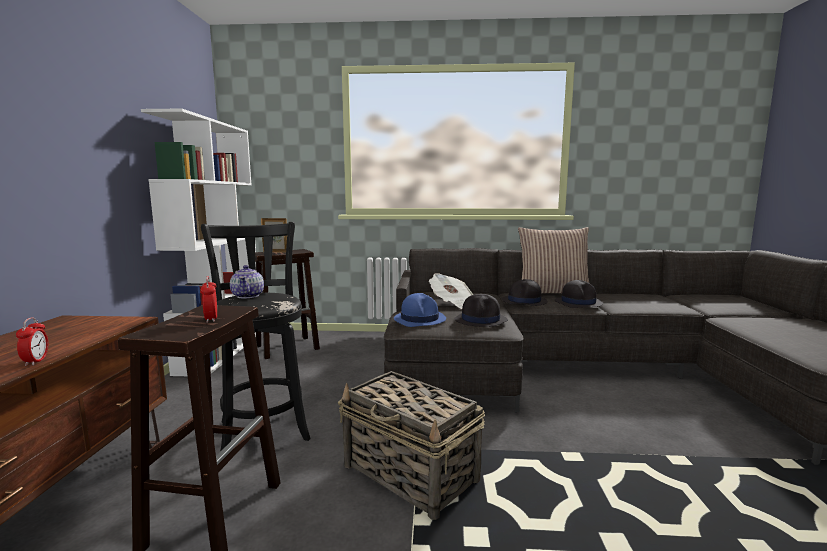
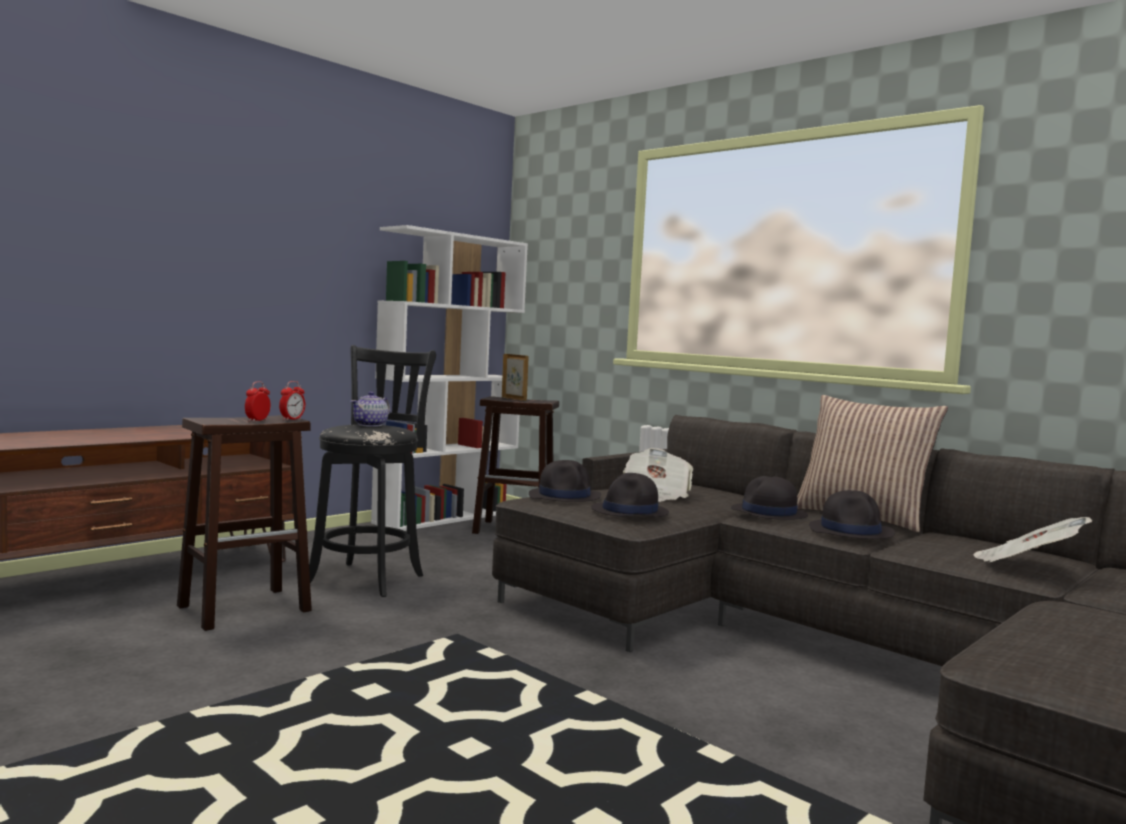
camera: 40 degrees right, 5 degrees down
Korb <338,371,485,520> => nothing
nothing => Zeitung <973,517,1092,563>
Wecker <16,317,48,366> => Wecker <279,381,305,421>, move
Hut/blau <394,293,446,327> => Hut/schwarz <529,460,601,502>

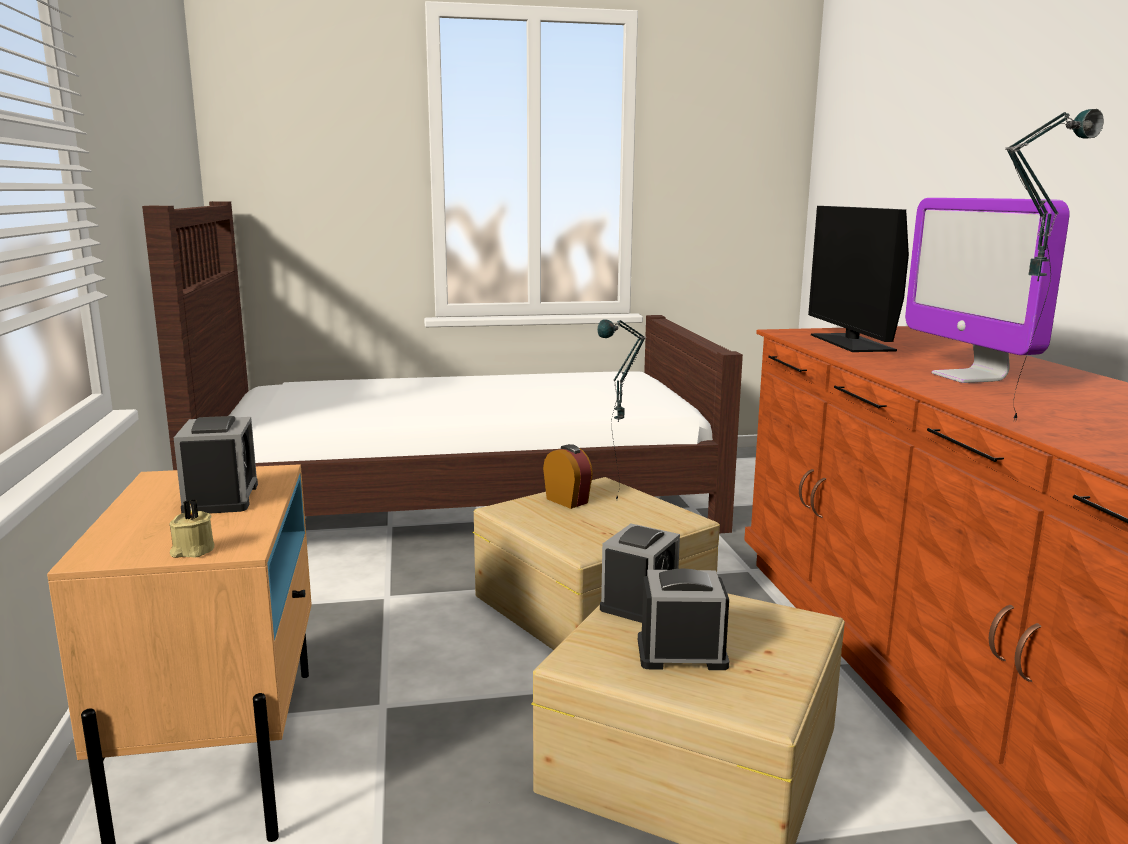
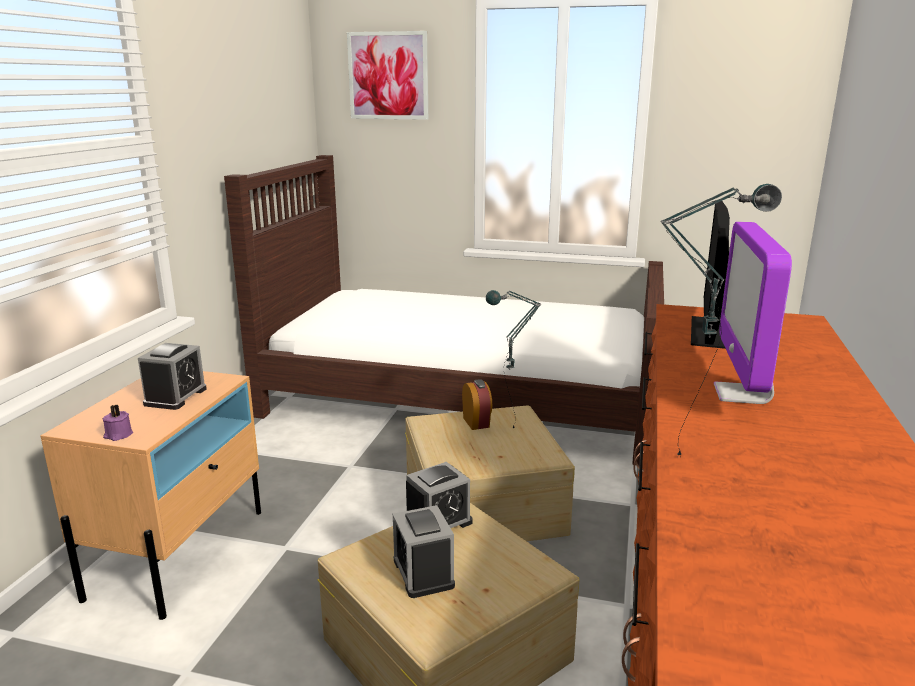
camera: 25 degrees right, 5 degrees up
nothing => Bild <347,31,428,120>
Kerze/beige <169,499,215,558> => Kerze/lila <103,405,133,441>
Wecker <638,568,729,670> => Wecker <393,505,455,598>, 135 degrees counterclockwise

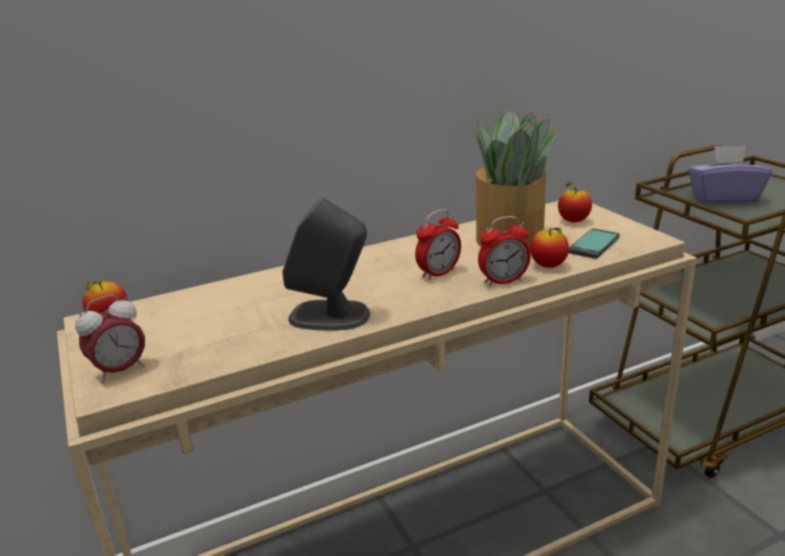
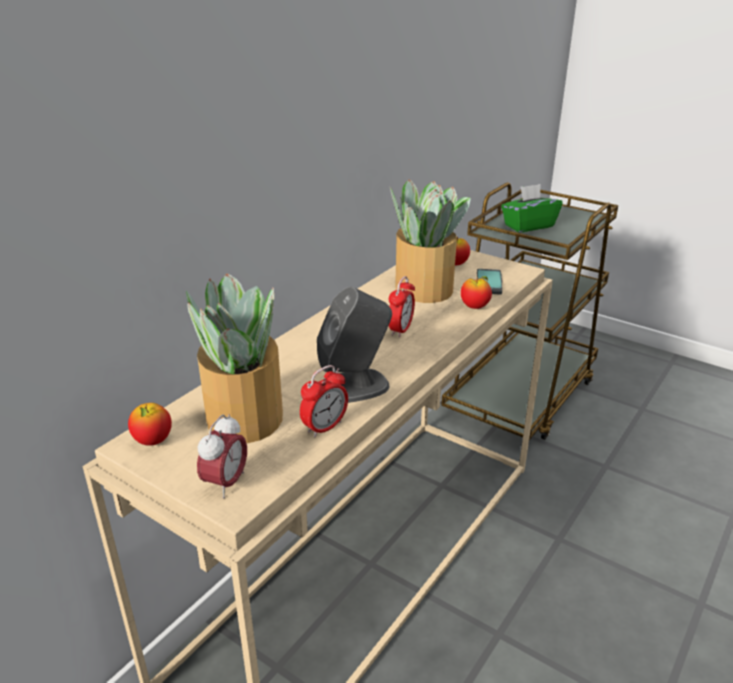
camera: 30 degrees left, 5 degrees up
nothing => Topfpflanze <186,274,283,443>
Wecker <478,216,531,287> => Wecker <300,365,348,437>, move
Taschentuchbox/lila <688,146,772,204> => Taschentuchbox/grün <501,184,563,233>

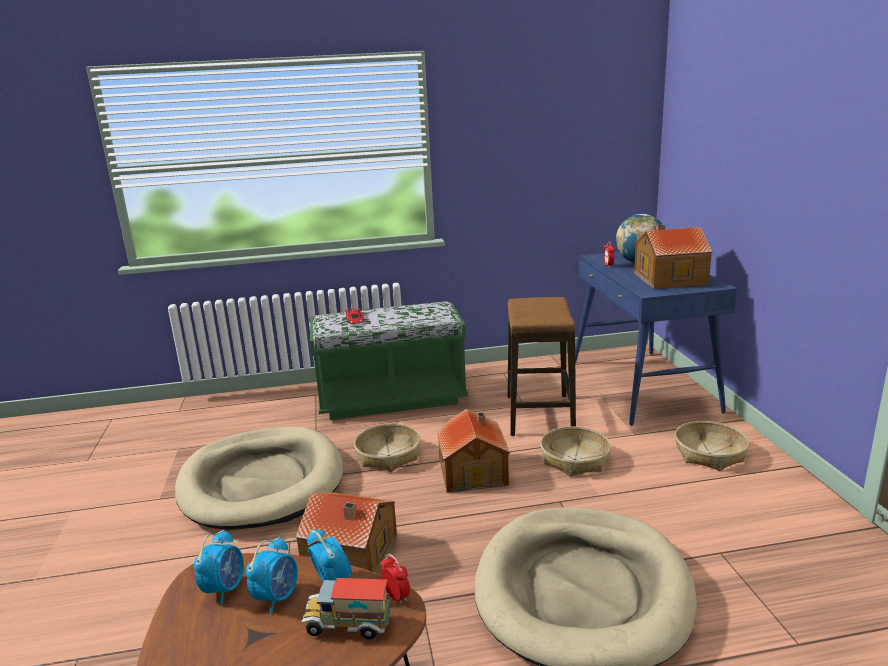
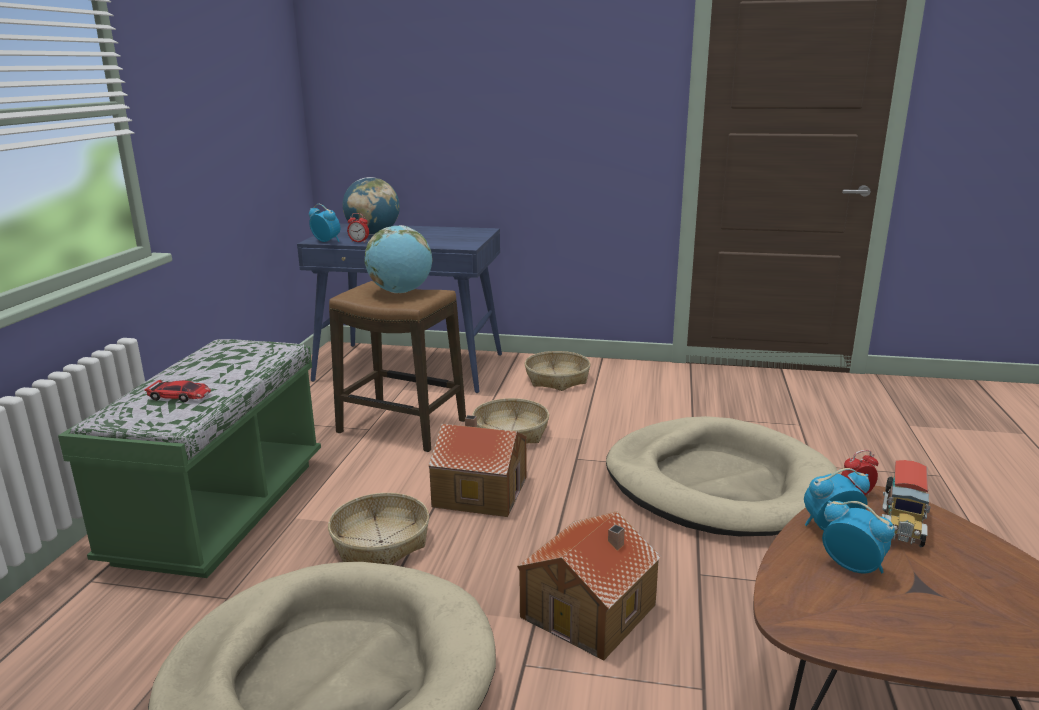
camera: 70 degrees left, 0 degrees up
Spielzeughaus <634,225,712,289> => nothing
nothing => Globus <364,225,432,293>
Wecker <194,529,244,604> => Wecker <309,204,340,242>, move

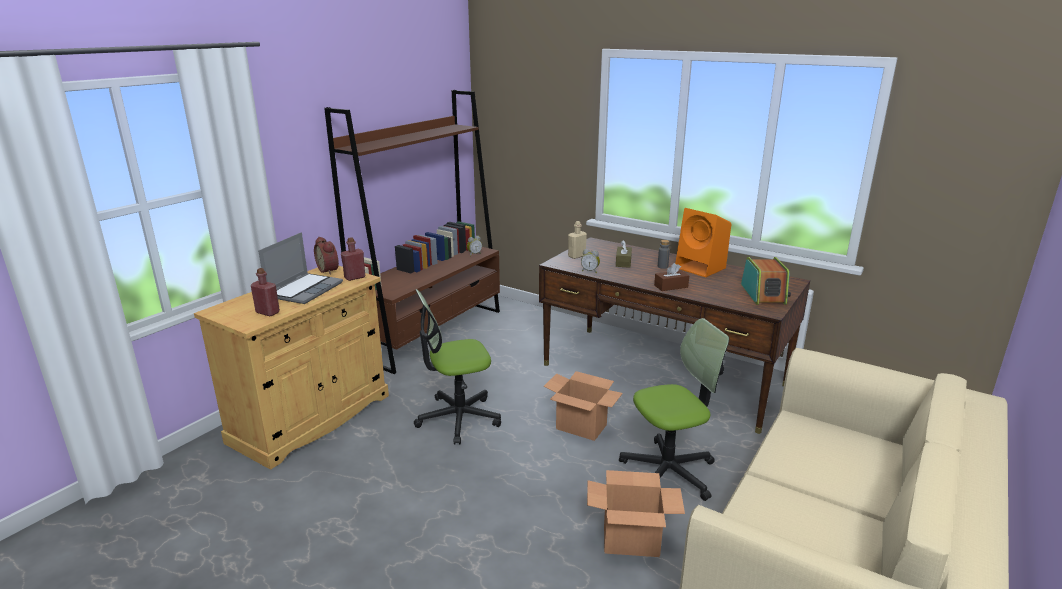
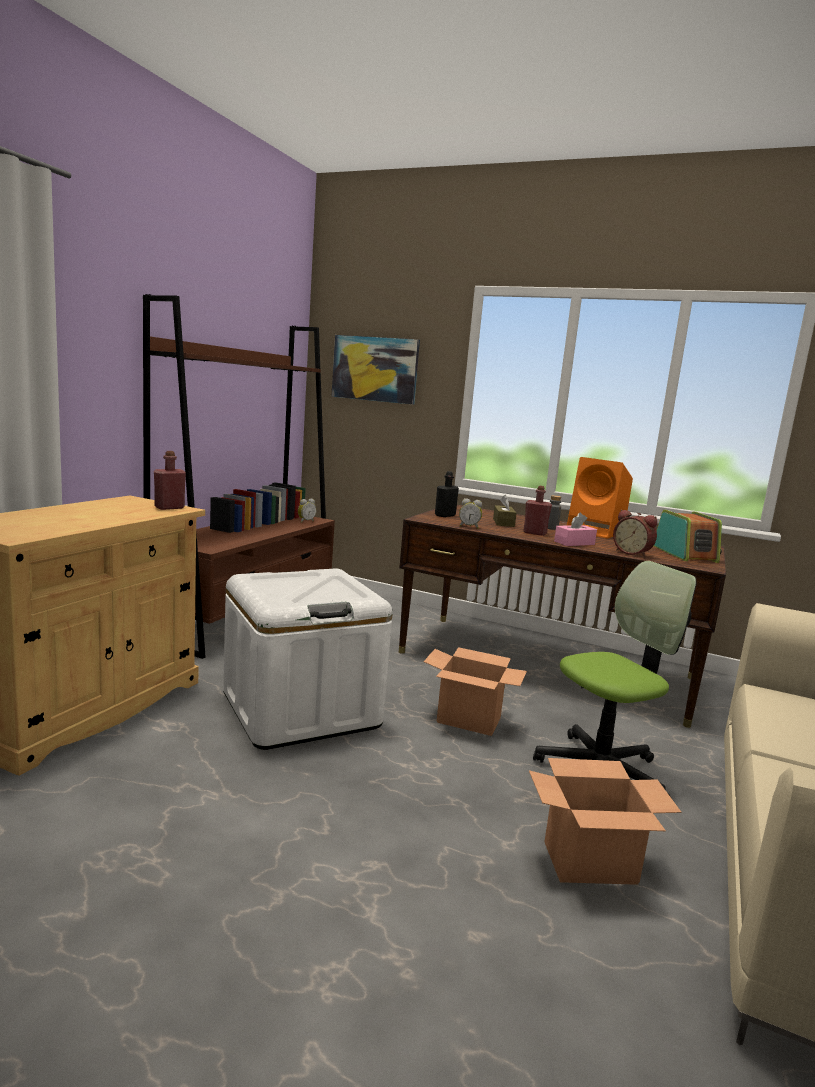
camera: 10 degrees left, 10 degrees down
Laptop <258,232,343,304> => nothing
nothing => Bild <331,335,420,405>
Flasche/rot <251,268,280,316> => Flasche/rot <523,486,552,536>, move
Wecker <314,237,339,275> => Wecker <613,509,657,557>, move
Bürostuhl <414,289,501,445> => Aufbewahrungsbox/weiß <223,568,393,750>
Flasche/beige <568,221,587,259> => Flasche/schwarz <435,471,459,517>
Taschentuchbox/braun <654,263,689,291> => Taschentuchbox/rosa <554,513,597,546>

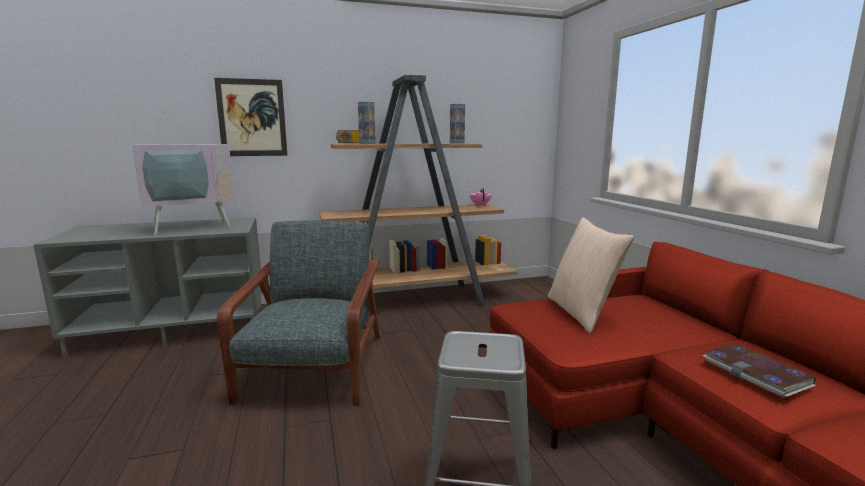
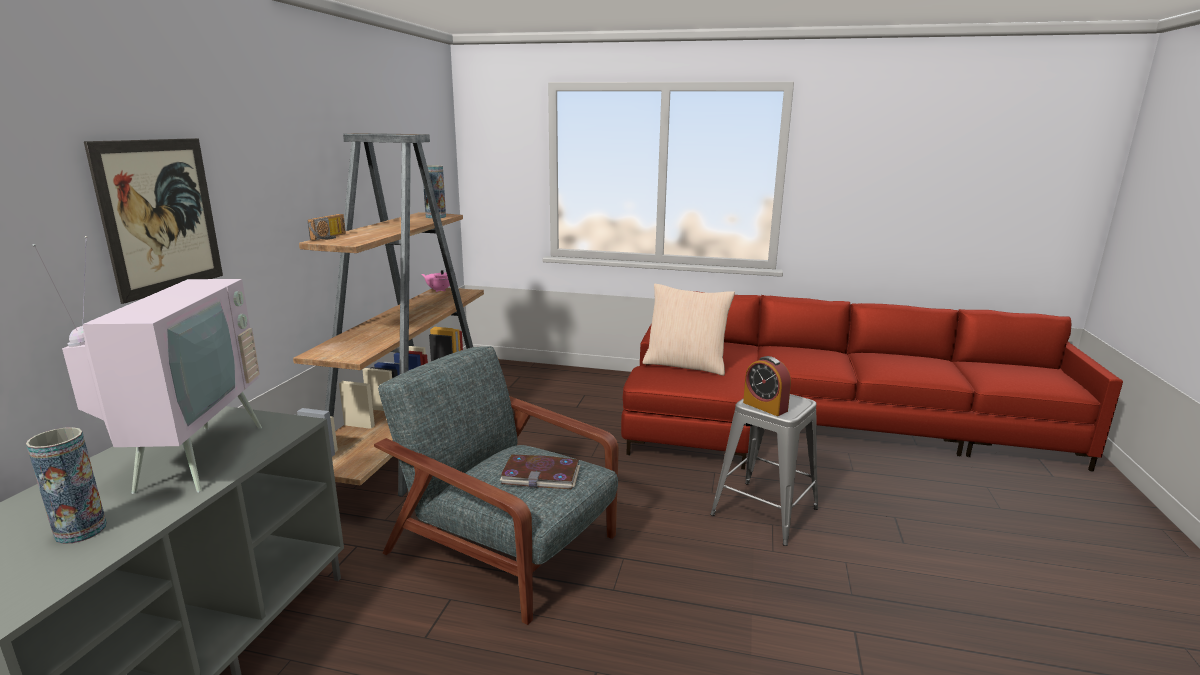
camera: 60 degrees left, 5 degrees up
nothing => Wecker <743,356,791,416>
Vase <358,102,375,144> => Vase <26,427,107,544>, move
Buch <702,343,816,398> => Buch <500,455,580,489>, move

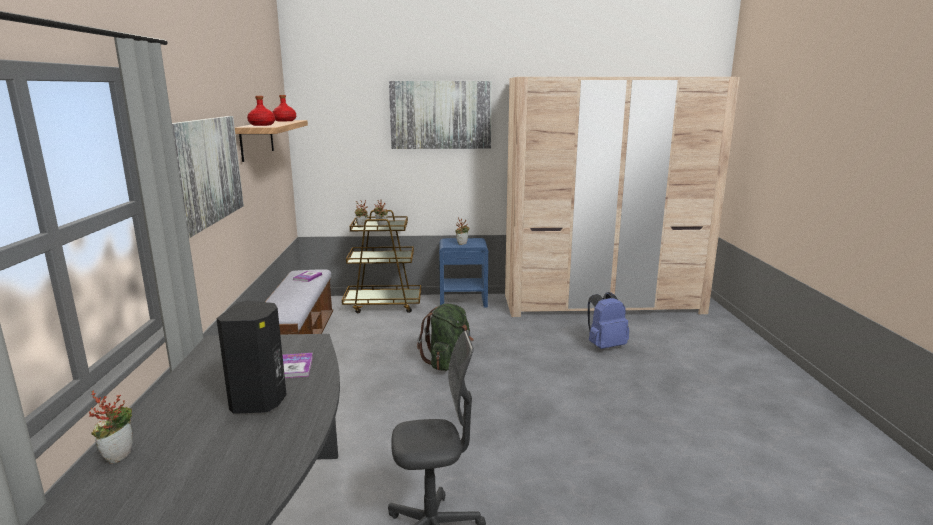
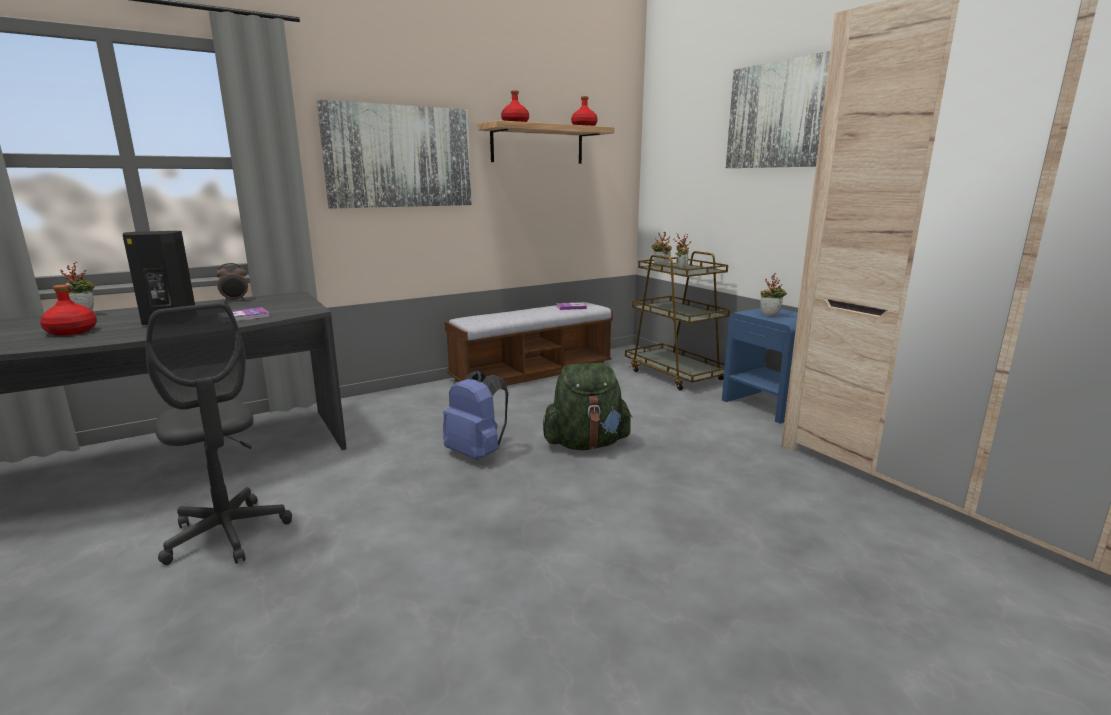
camera: 60 degrees right, 0 degrees up
nothing => Flasche/rot <40,285,97,336>
nothing => Wecker <216,263,248,302>
Rucksack/blau <588,292,629,349> => Rucksack/blau <443,370,508,460>, move

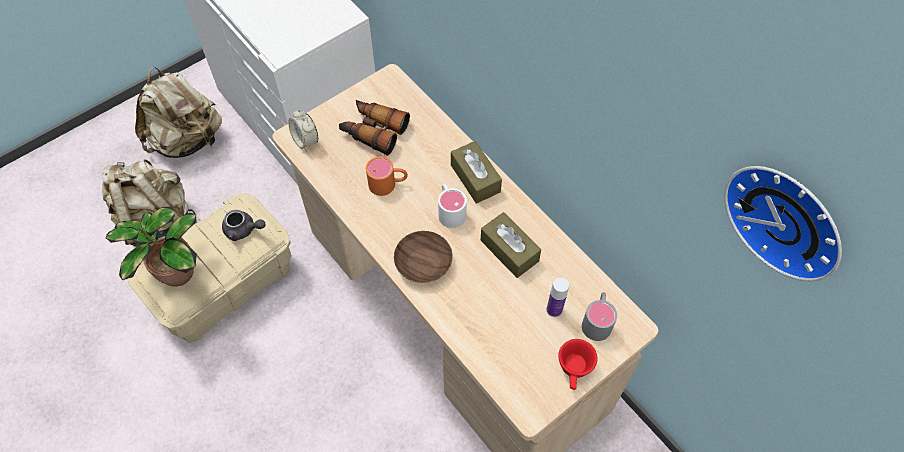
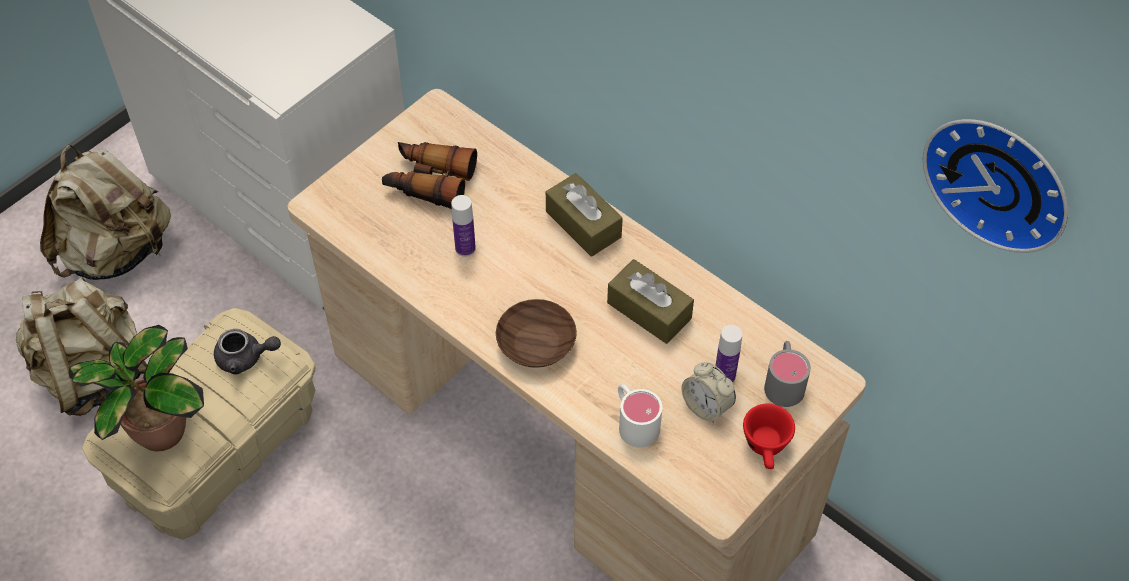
camera: 10 degrees left, 5 degrees down
Wecker <288,109,318,151> => Wecker <682,362,736,423>, move
Henkelbecher/weiß <438,184,467,228> => Henkelbecher/weiß <618,384,662,447>, move
Henkelbecher/orange <366,157,408,196> => Flasche <451,195,476,257>

